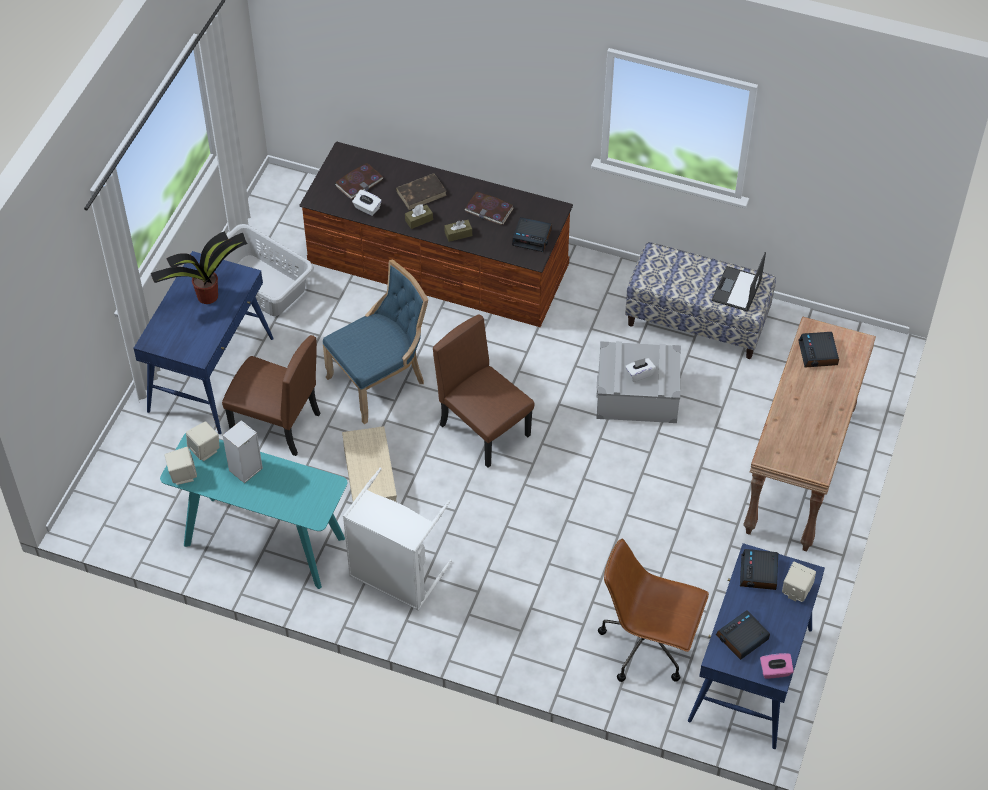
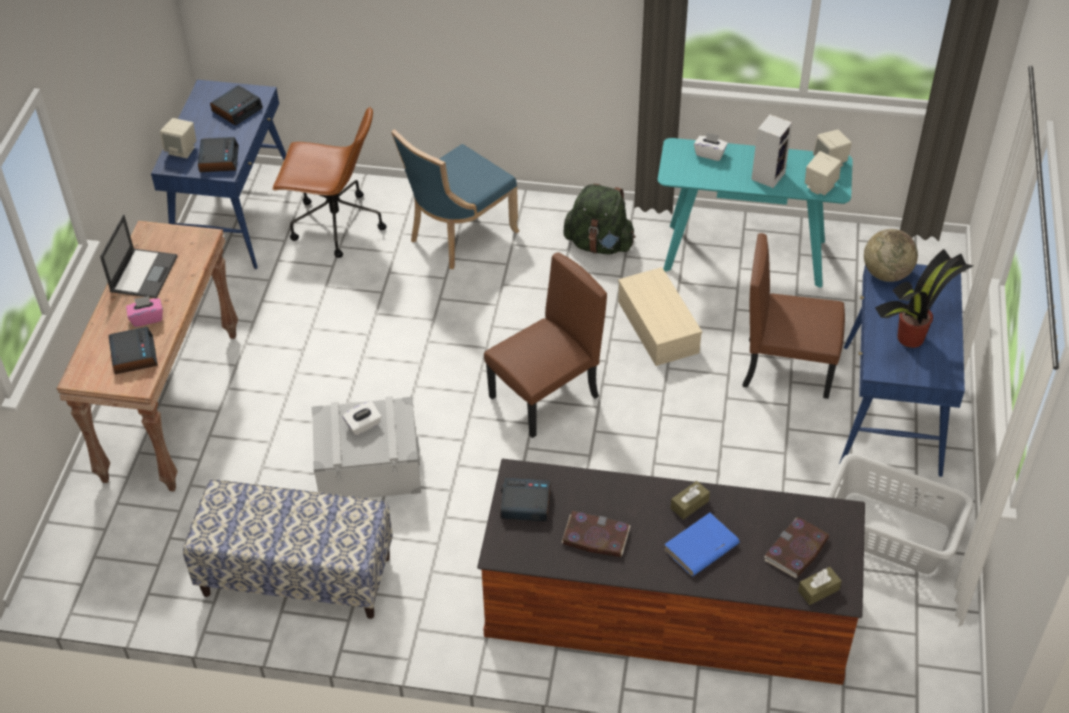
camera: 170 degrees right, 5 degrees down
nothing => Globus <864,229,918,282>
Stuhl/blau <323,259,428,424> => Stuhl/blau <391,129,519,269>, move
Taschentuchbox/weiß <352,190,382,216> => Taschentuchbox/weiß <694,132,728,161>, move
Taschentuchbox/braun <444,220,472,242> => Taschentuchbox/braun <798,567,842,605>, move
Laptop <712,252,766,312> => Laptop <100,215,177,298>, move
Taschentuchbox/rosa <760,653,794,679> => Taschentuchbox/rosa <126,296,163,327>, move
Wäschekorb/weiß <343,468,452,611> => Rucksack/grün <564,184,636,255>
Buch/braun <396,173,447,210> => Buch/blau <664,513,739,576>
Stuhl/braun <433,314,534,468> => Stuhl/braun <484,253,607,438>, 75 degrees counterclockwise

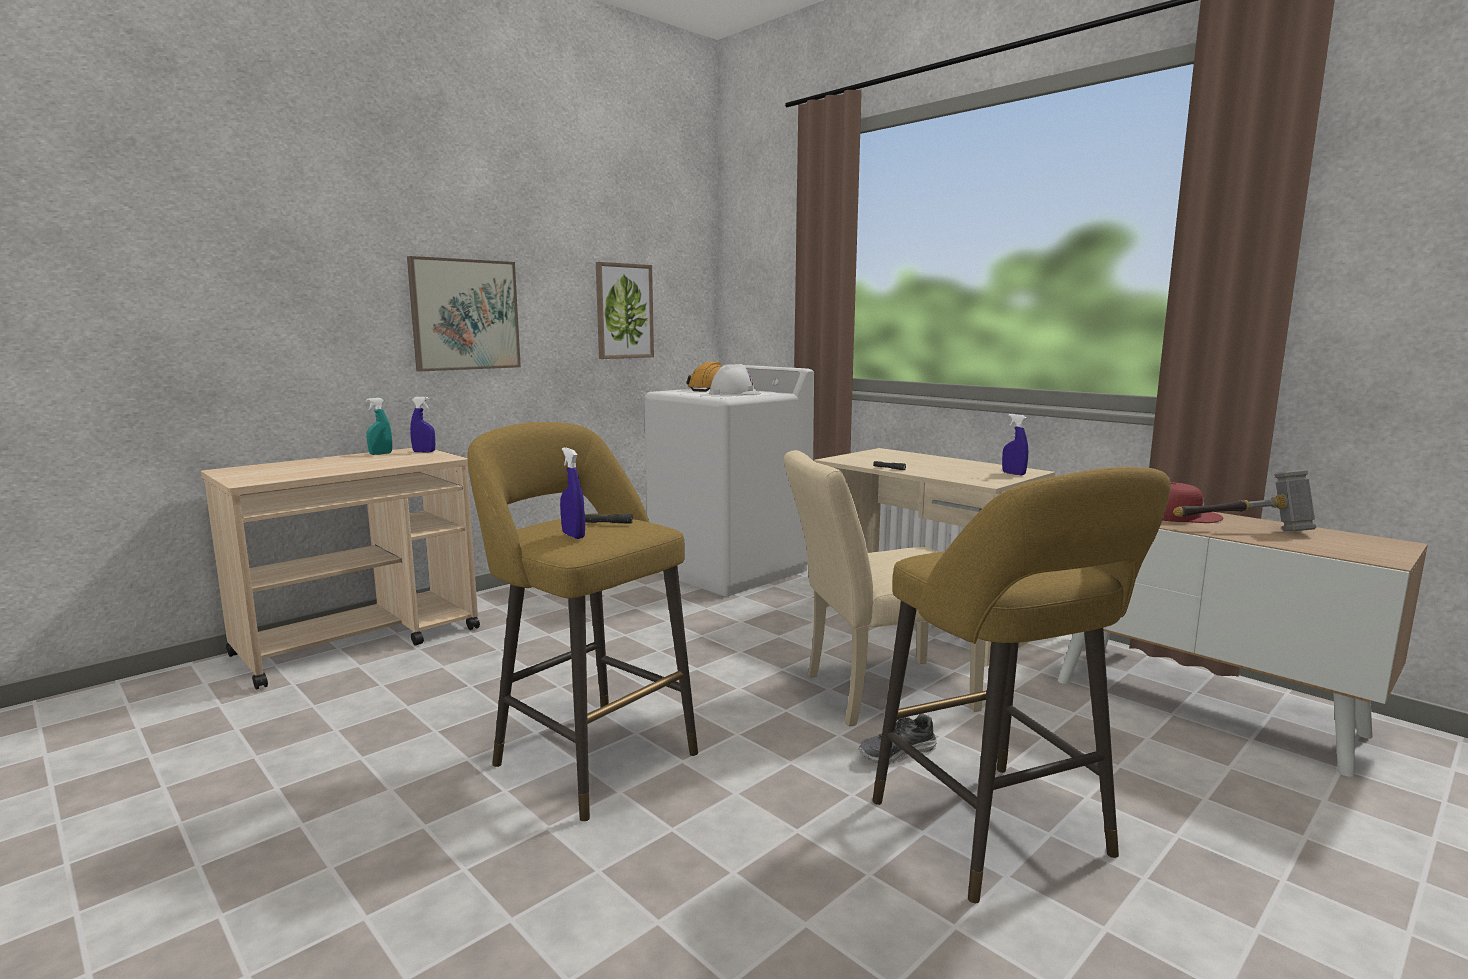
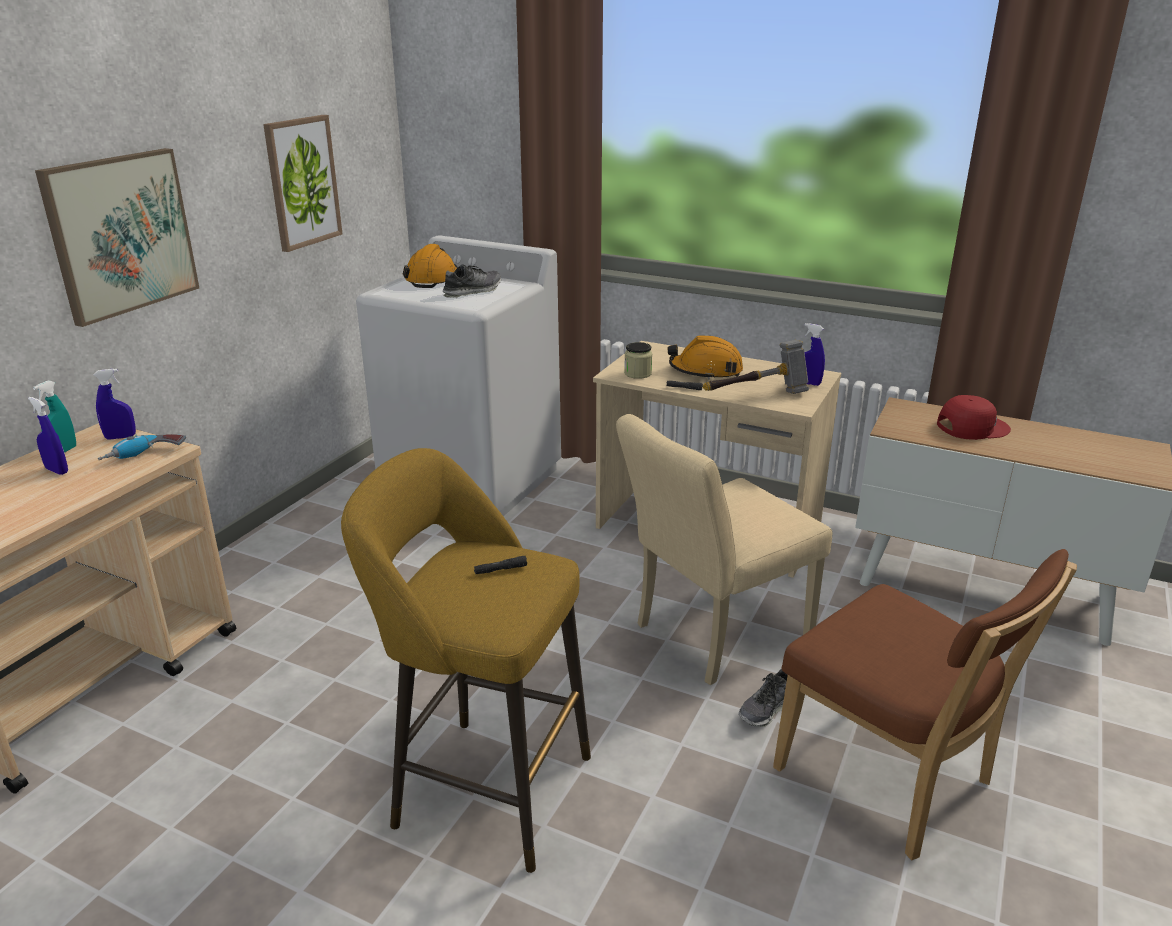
camera: 20 degrees left, 15 degrees up
nothing => Bohrmaschine <98,434,186,460>
nothing => Vorratsglas <624,342,652,379>
nothing => Schutzhelm/orange <668,336,743,380>
Sprühflasche/blau <560,448,585,539> => Sprühflasche/blau <28,397,68,475>, move
Hammer <1173,469,1316,531> => Hammer <702,340,809,394>, move
Schutzhelm/weiß <709,364,761,395> => Schuh <443,264,501,298>
Hocker/gelb <873,467,1171,903> => Stuhl/braun <773,549,1077,860>

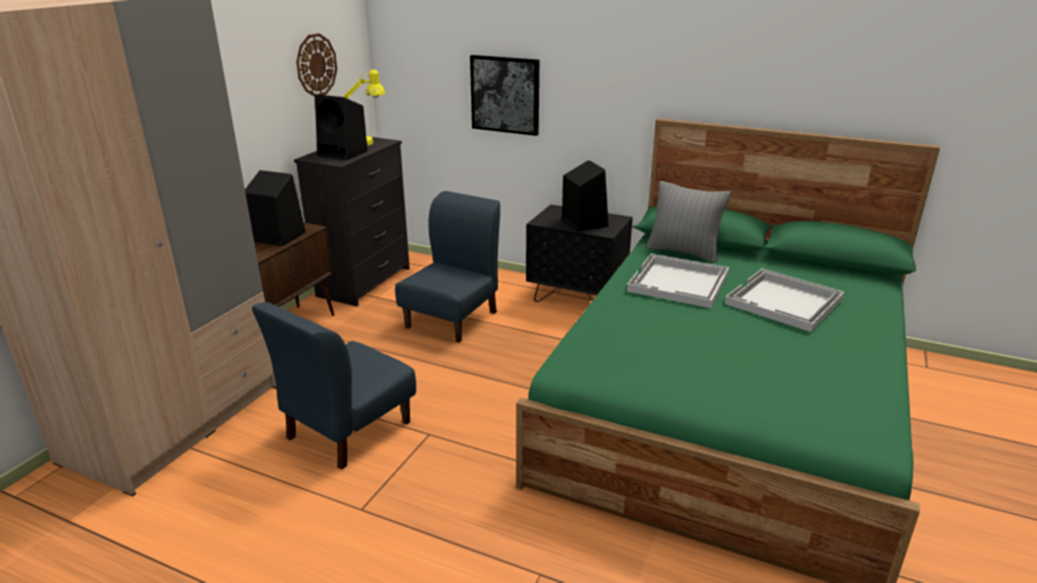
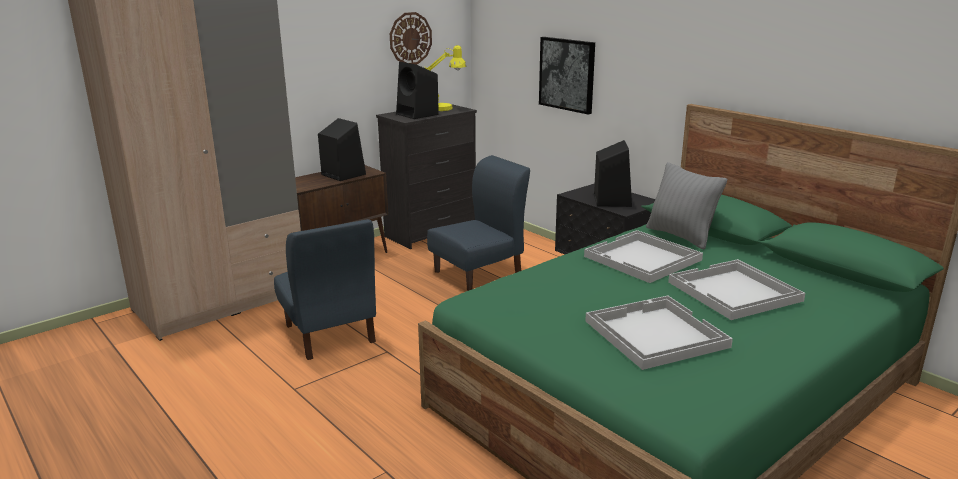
camera: 25 degrees right, 5 degrees down
nothing => Tablett/weiß <585,296,733,370>
Stuhl/blau <252,302,416,470> => Stuhl/blau <274,219,376,360>, 90 degrees counterclockwise

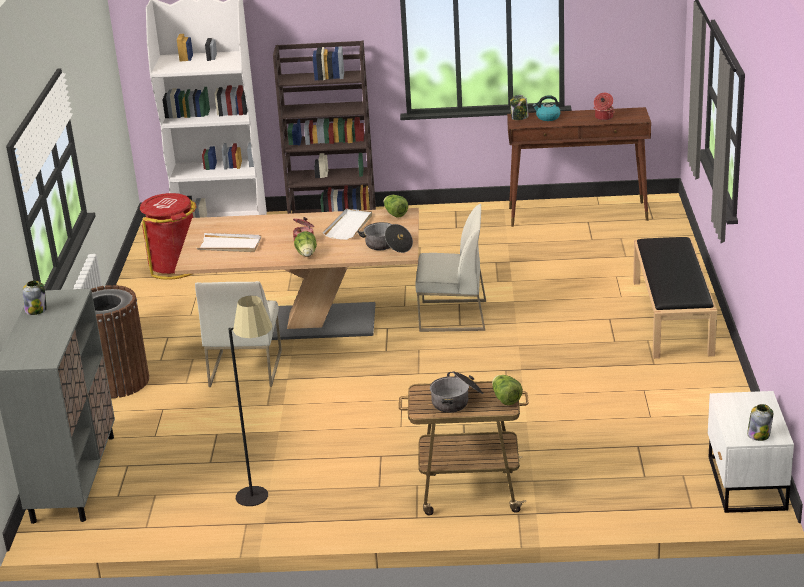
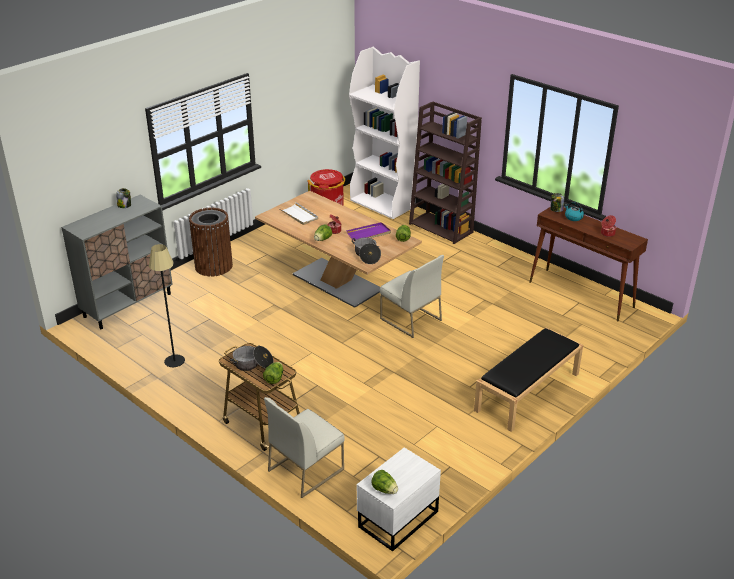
camera: 40 degrees right, 5 degrees up
Stuhl/weiß <195,281,282,387> => Stuhl/weiß <264,397,345,498>, move
Vorratsglas <747,404,773,441> => Salatkopf <371,470,398,494>
Tablett/weiß <323,209,372,240> => Tablett/lila <347,222,391,241>

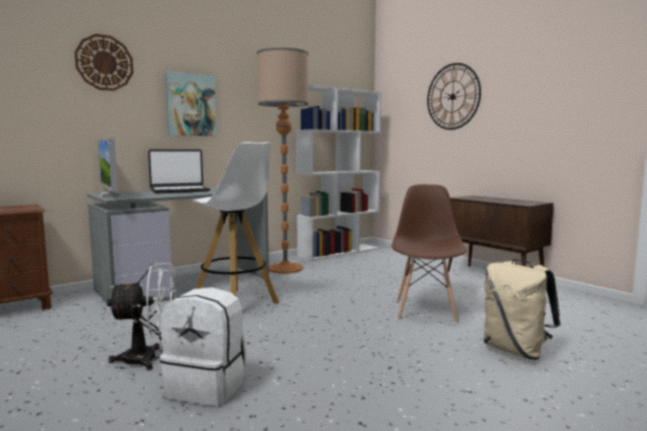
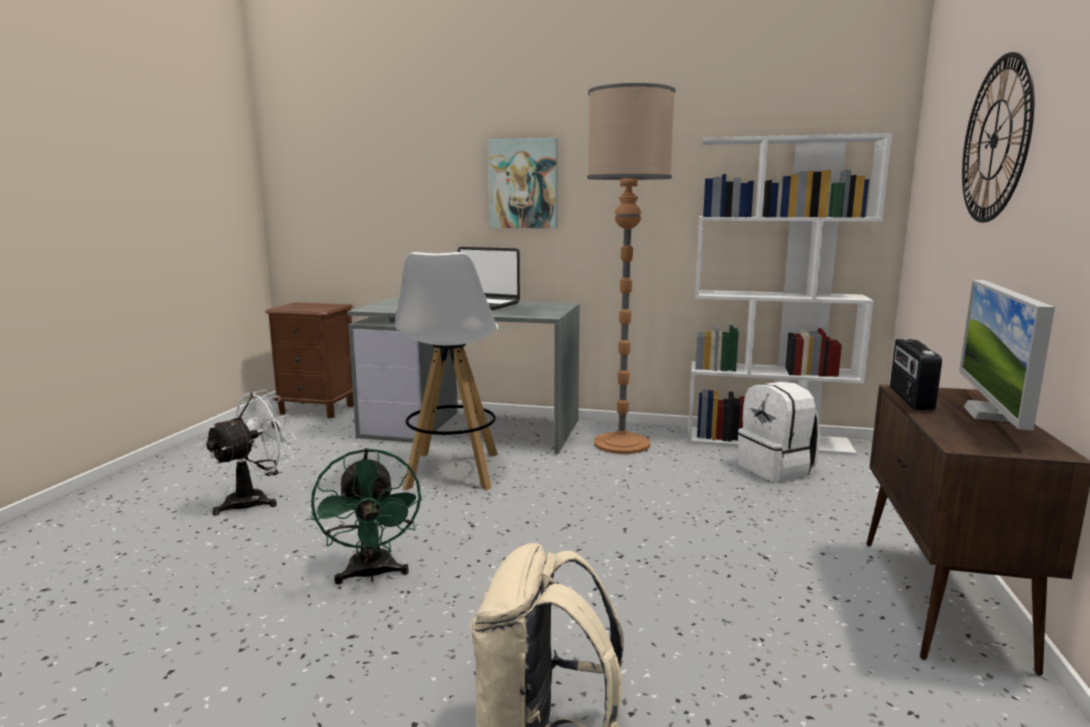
camera: 50 degrees right, 5 degrees up
Wanduhr <74,34,133,91> => nothing
Stuhl/braun <392,184,467,323> => nothing
nothing => Ventilator/grün <311,448,422,584>
nothing => Radio <890,338,942,411>
Monitor <97,138,121,197> => Monitor <959,280,1055,430>, move
Rucksack/weiß <160,287,247,406> => Rucksack/weiß <738,382,820,482>, move
Ventilator/weiß <107,263,176,370> => Ventilator/weiß <204,390,297,516>, 90 degrees counterclockwise

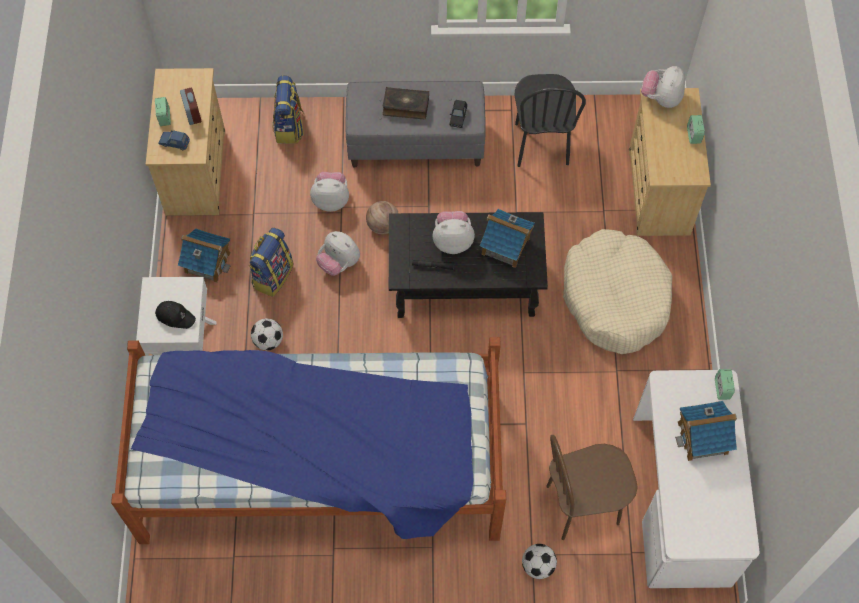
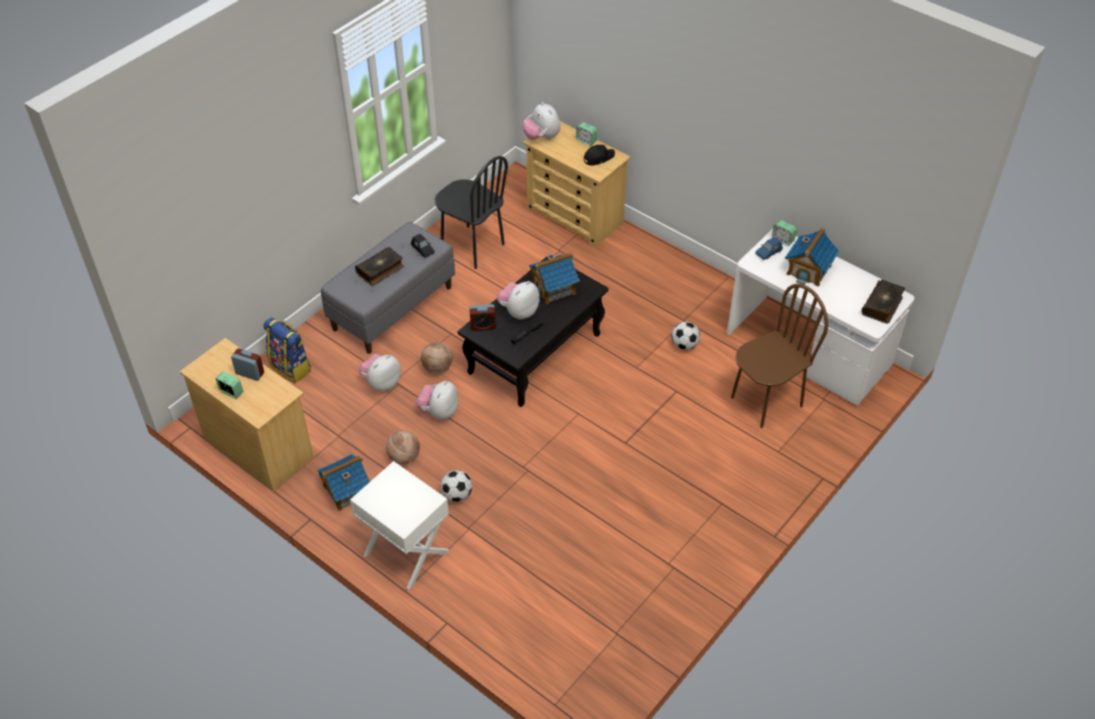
camera: 50 degrees left, 15 degrees down
Bett <111,337,506,544> => nothing
Hundebett/beige <563,229,672,354> => nothing
nothing => Wecker <469,304,496,331>
nothing => Buch <861,280,905,324>
Kappe/schwarz <155,301,196,329> => Kappe/schwarz <584,145,615,166>, move
Spielzeugauto/blau <158,130,190,150> => Spielzeugauto/blau <755,237,783,260>, move
Fußball <522,544,557,579> => Fußball <671,322,700,350>, move
Rucksack <248,228,293,297> => Basketball <386,431,420,464>
Plüschtier <316,231,360,276> => Plüschtier <416,381,458,420>, 120 degrees clockwise
Stuhl/braun <546,435,638,540> => Stuhl/braun <731,284,828,428>, 150 degrees counterclockwise

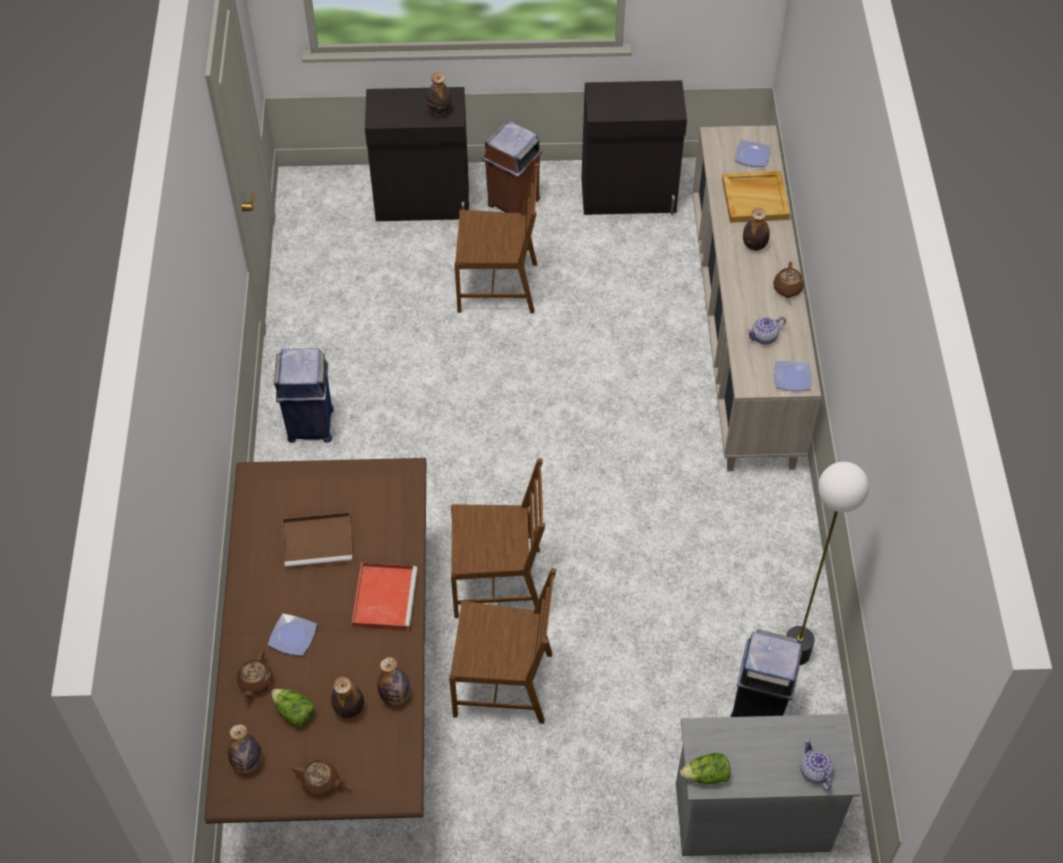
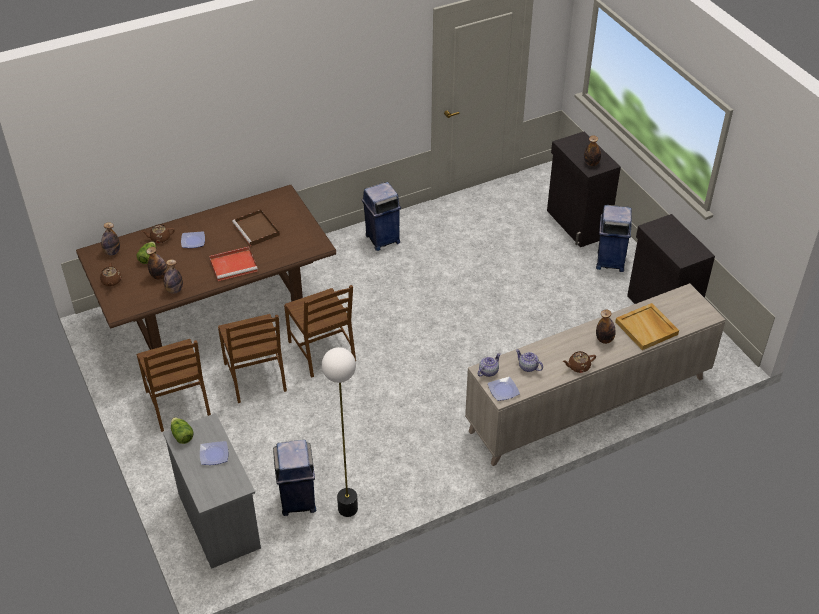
camera: 65 degrees right, 10 degrees down
Stuhl/braun <455,163,539,313> => Stuhl/braun <137,339,211,432>, move
Teller <735,140,771,167> => Teller <200,441,228,465>, move
Teekanne <800,738,834,791> => Teekanne <478,353,501,377>, move
Mülleimer/braun <482,121,543,213> => Mülleimer/blau <596,205,632,272>

